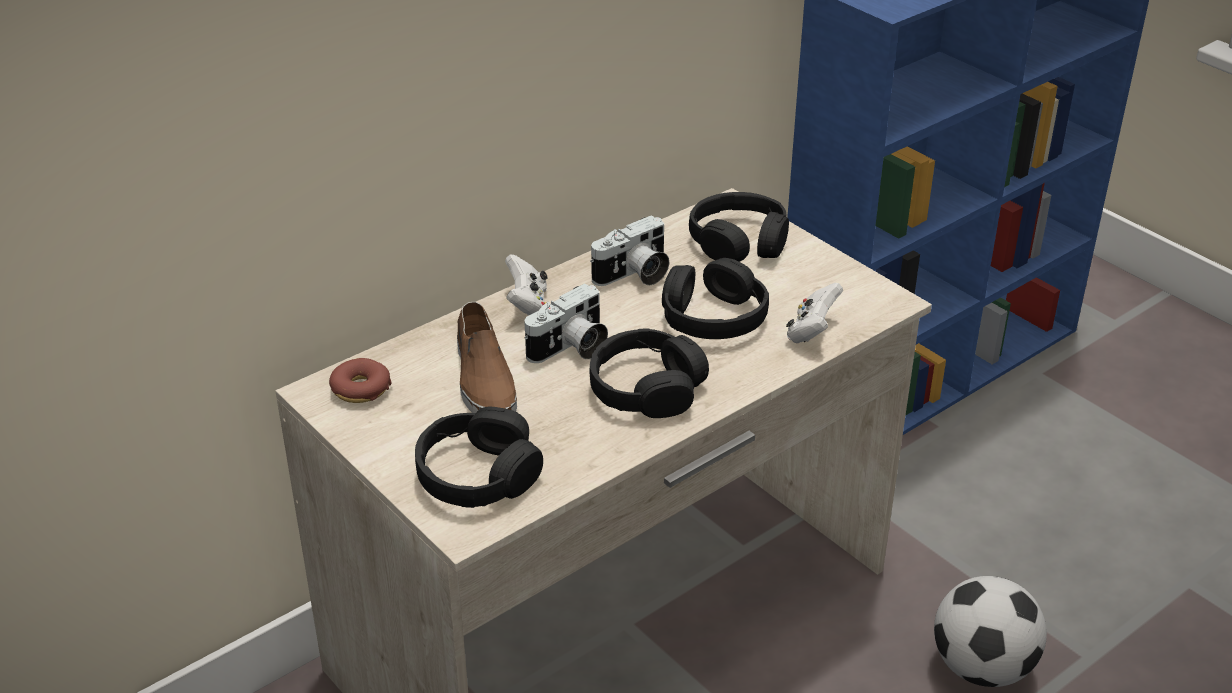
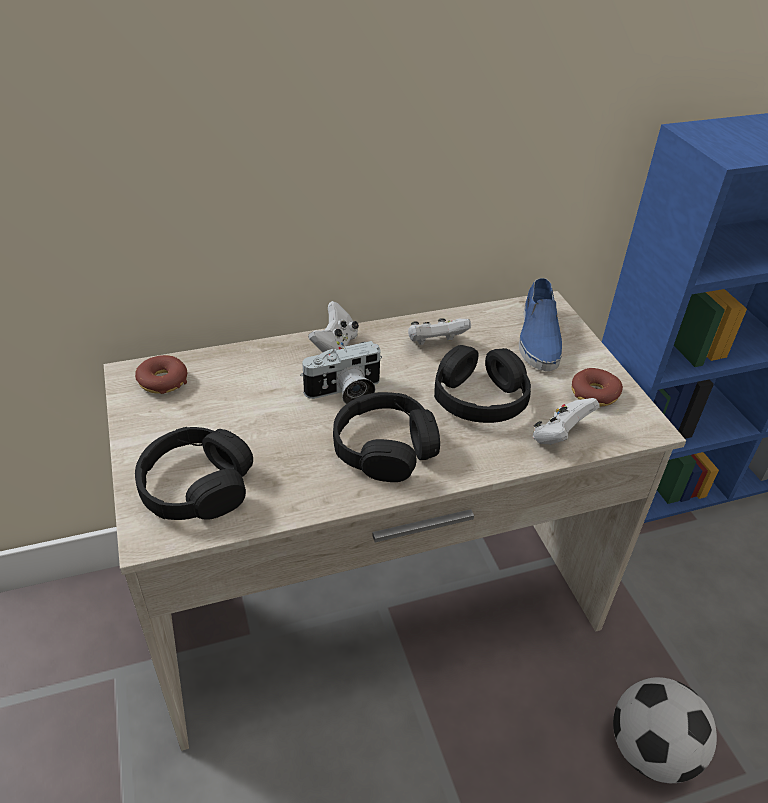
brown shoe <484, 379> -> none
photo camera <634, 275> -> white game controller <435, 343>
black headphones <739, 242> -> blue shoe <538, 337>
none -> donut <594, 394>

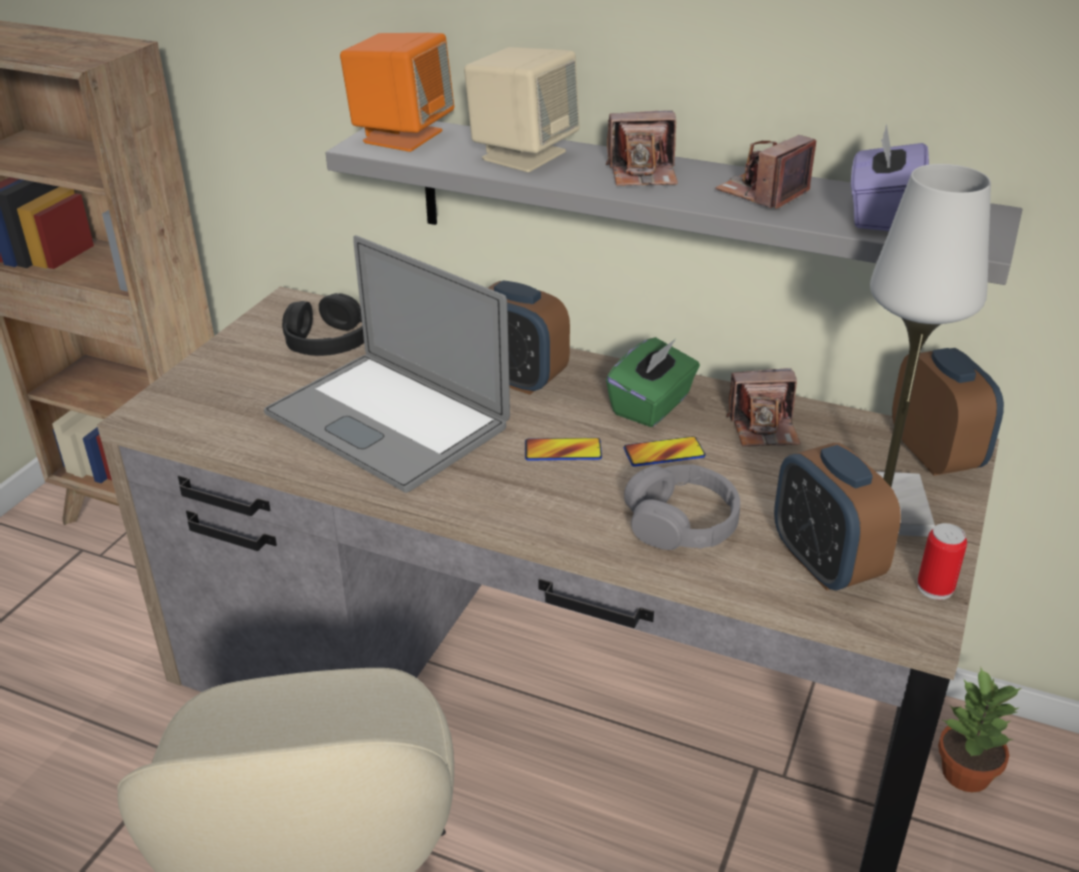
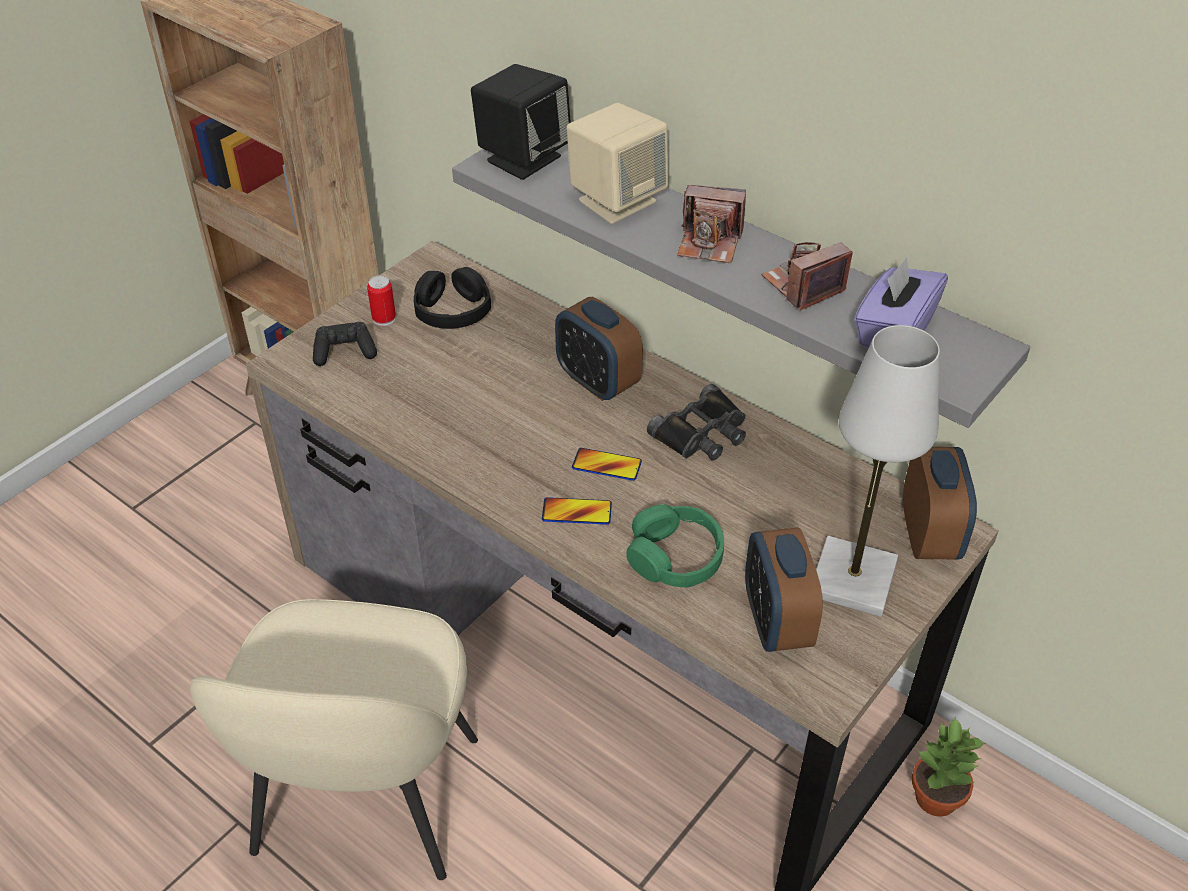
laptop <387, 420> -> none
orange speaker <402, 136> -> black speaker <523, 158>
green tissue box <652, 405> -> black binoculars <702, 433>
phone <664, 453> -> phone <576, 512>, shifted
grey headphones <681, 522> -> green headphones <675, 557>
photo camera <764, 428> -> none
can <935, 588> -> can <384, 319>, shifted
none -> black game controller <344, 352>

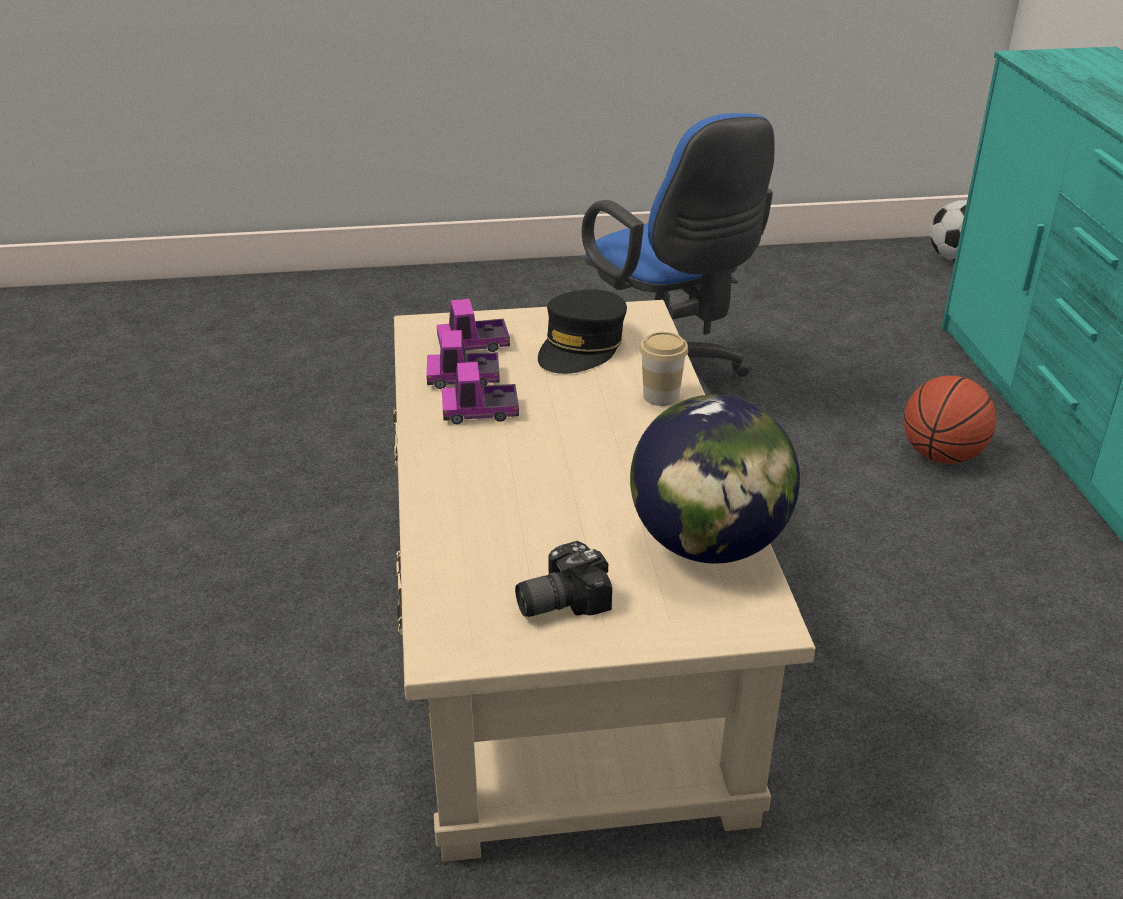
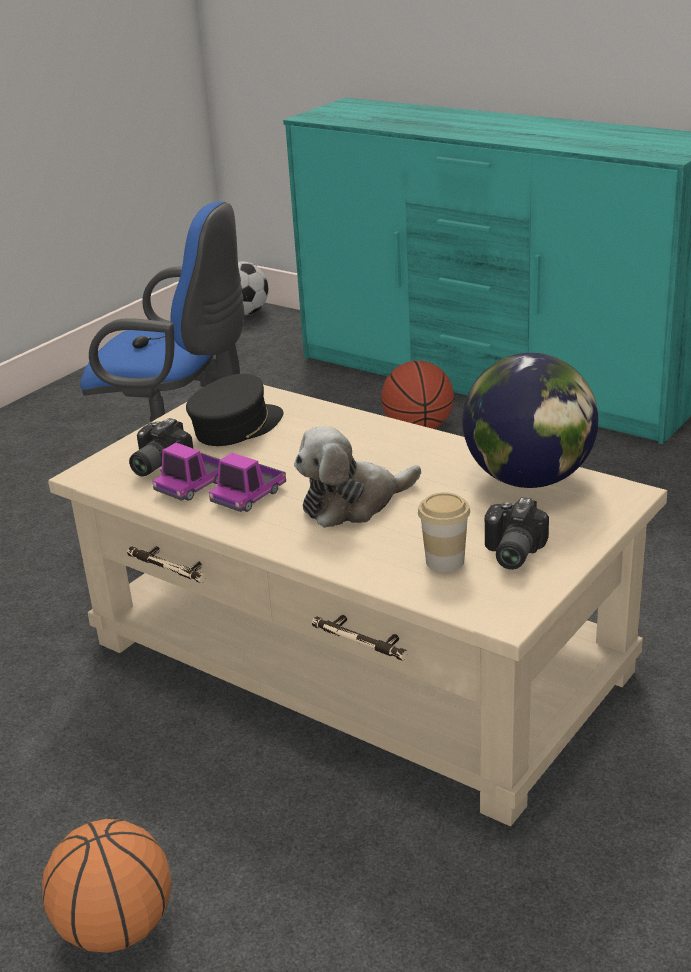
toy truck <473, 345> -> photo camera <155, 464>
black cap <581, 347> -> black cap <236, 427>, 120 degrees counterclockwise
cup <661, 396> -> cup <445, 561>, shifted
none -> basketball <116, 929>
none -> plush toy <353, 503>

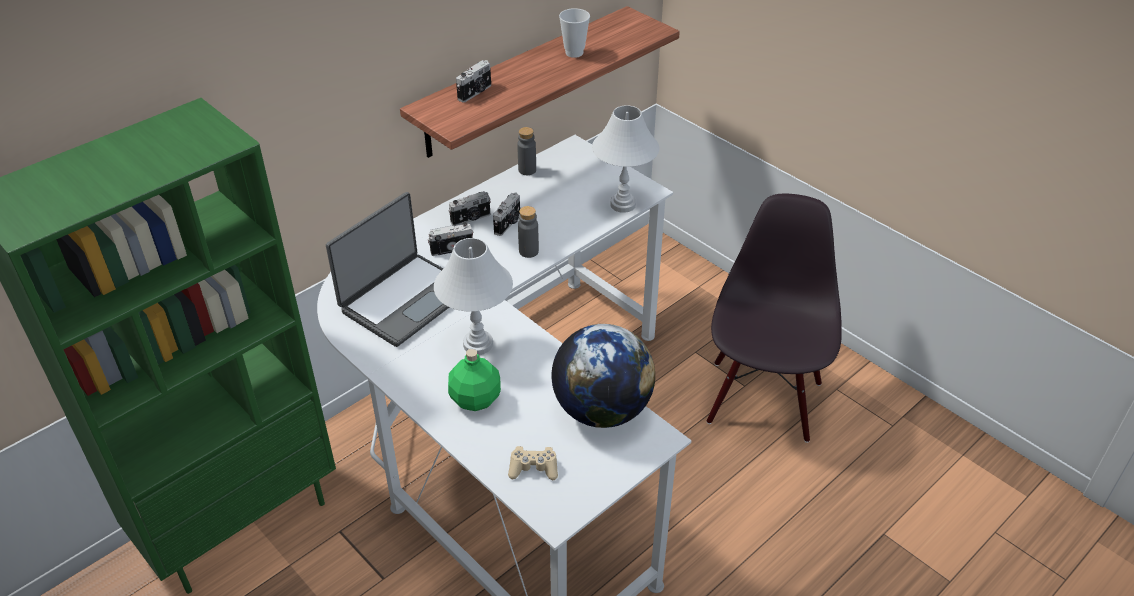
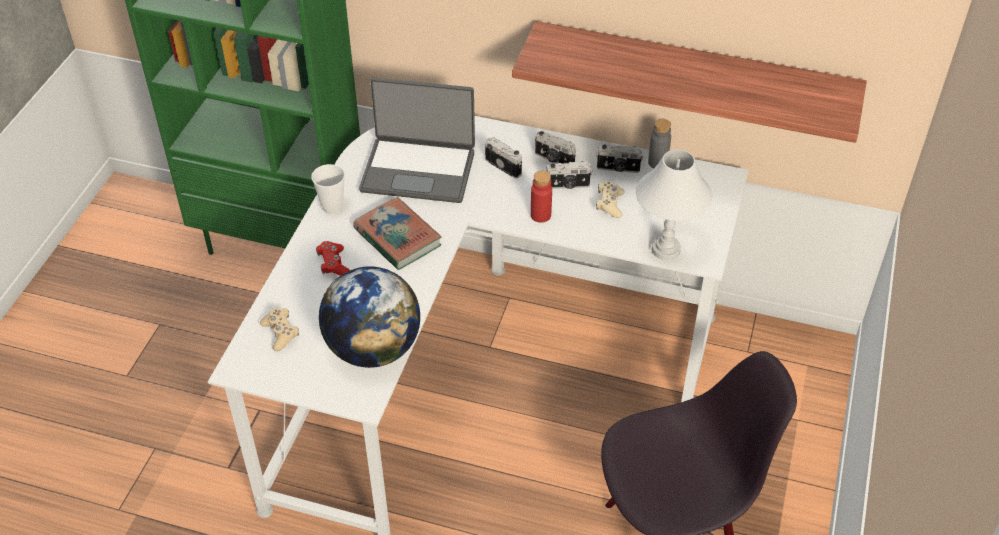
white table lamp <478, 344> -> book <397, 237>
green bottle <474, 399> -> red game controller <333, 264>
photo camera <476, 93> -> photo camera <618, 169>, shifted
grey bottle <528, 251> -> red bottle <540, 215>
cup <574, 53> -> cup <332, 207>, shifted
none -> beige game controller <609, 204>

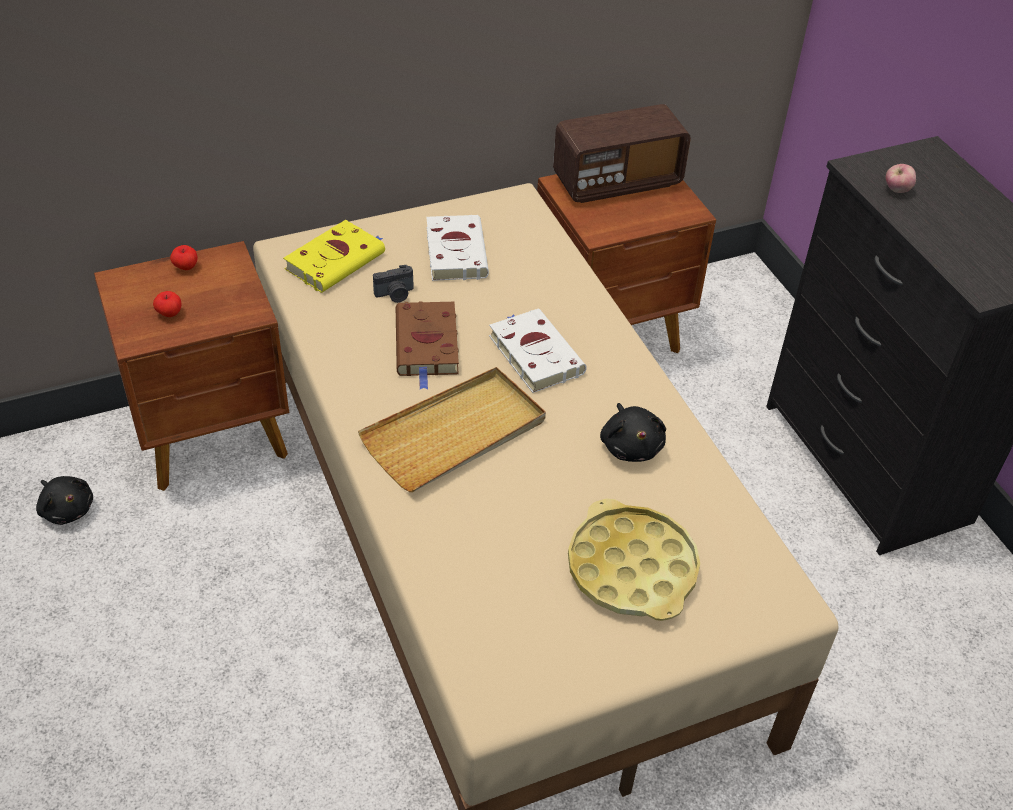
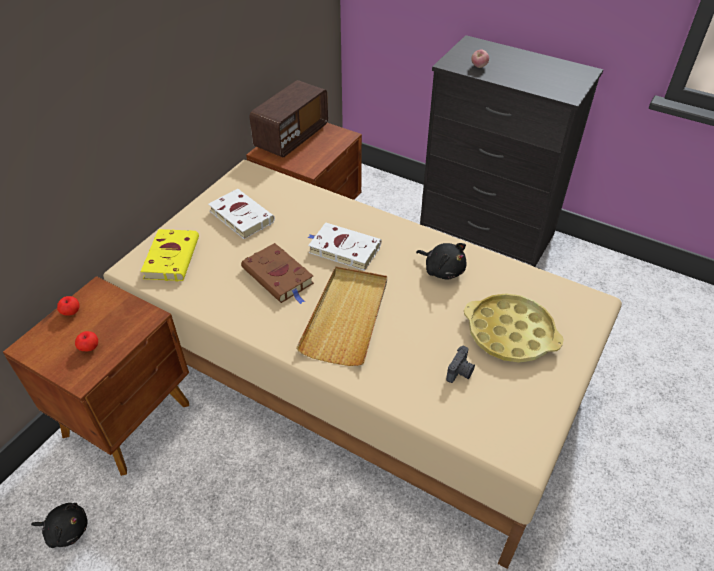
photo camera <395, 294> -> photo camera <460, 372>, shifted

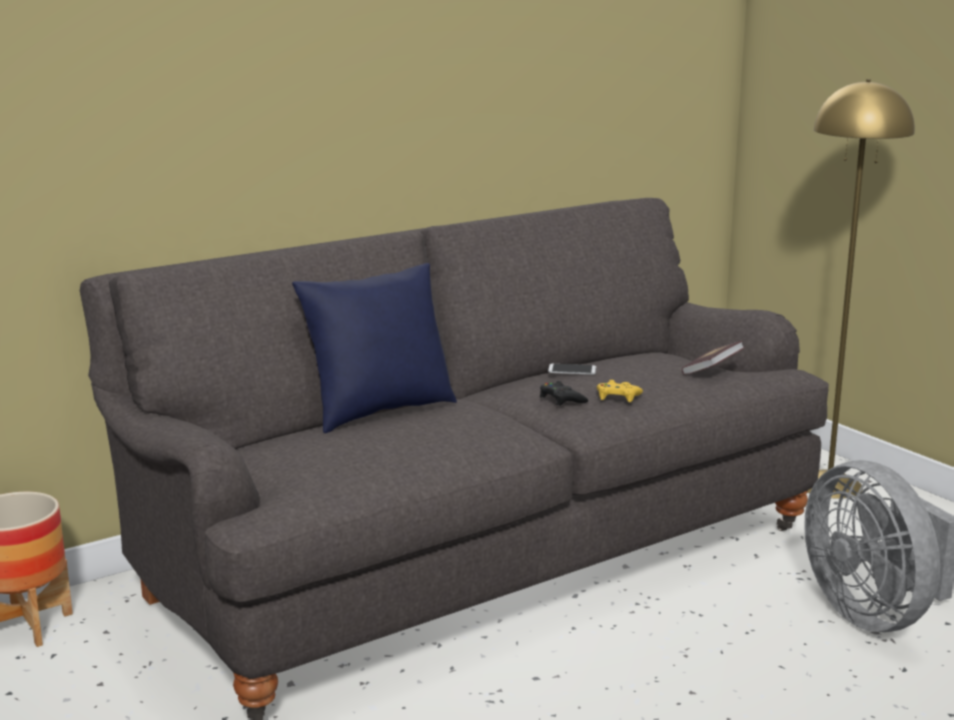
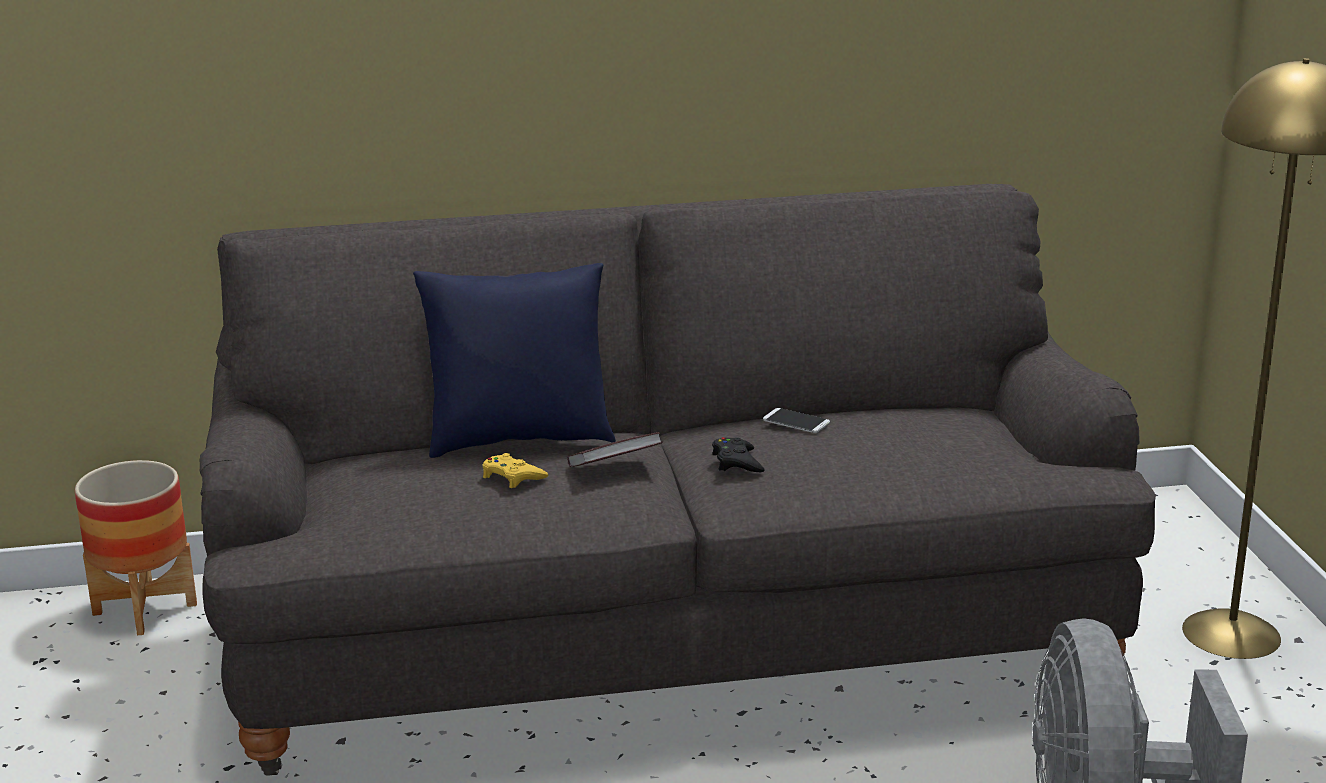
yellow game controller <618, 397> -> yellow game controller <512, 477>, shifted
book <712, 371> -> book <615, 467>, shifted

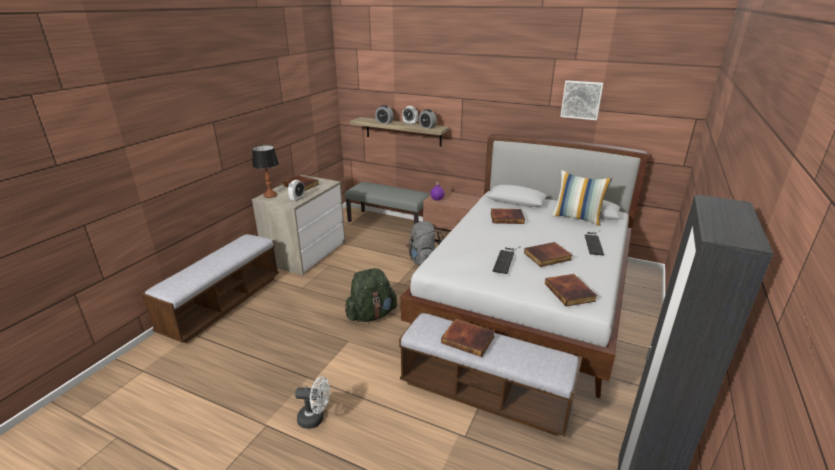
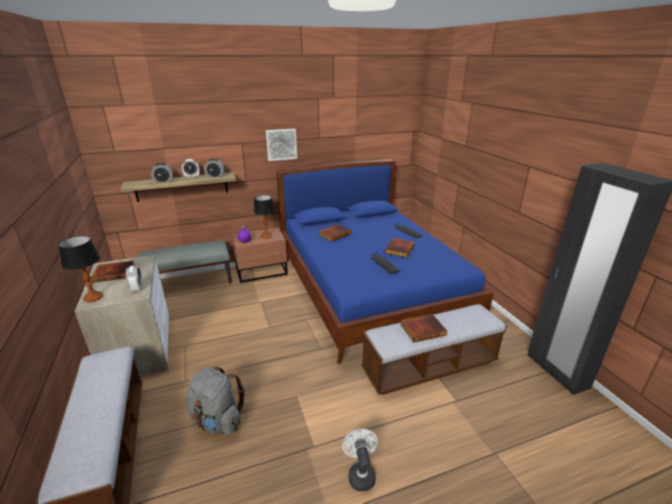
white fan <315, 418> -> white fan <360, 473>, 60 degrees counterclockwise
green backpack <371, 315> -> none
white bed <527, 298> -> blue bed <369, 290>
grey backpack <423, 261> -> grey backpack <217, 421>, shifted
book <570, 292> -> none
pillow <577, 218> -> none
picture <581, 99> -> picture <281, 144>, shifted
none -> table lamp <266, 236>

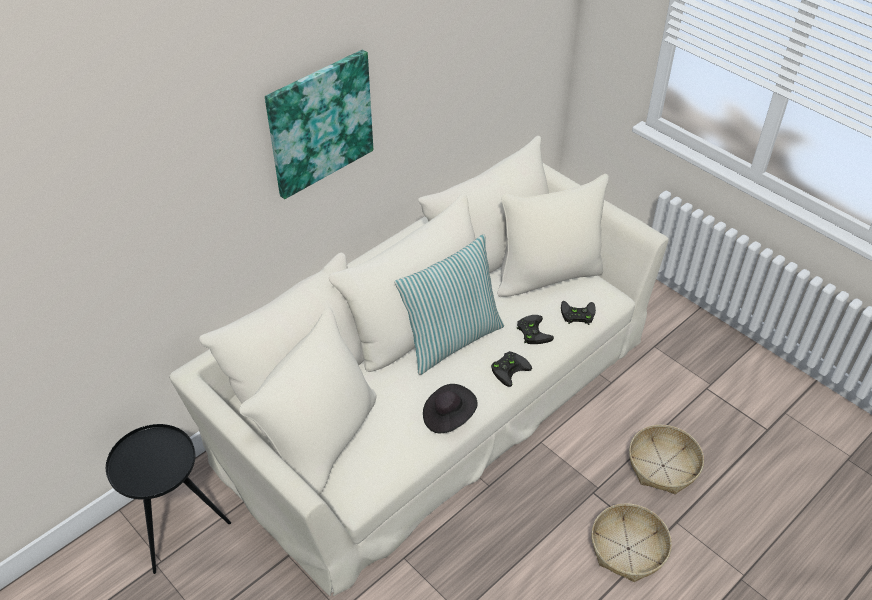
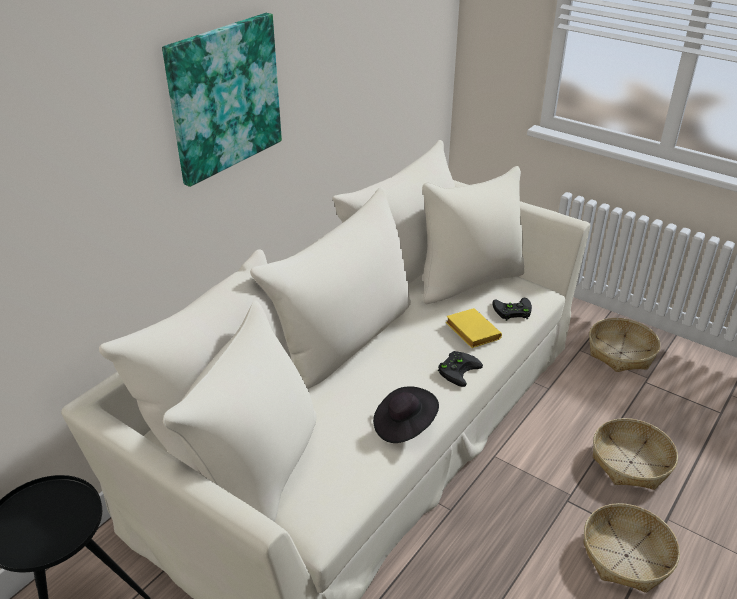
pillow <451, 339> -> none
black game controller <532, 331> -> yellow book <470, 331>
none -> basket <621, 353>

